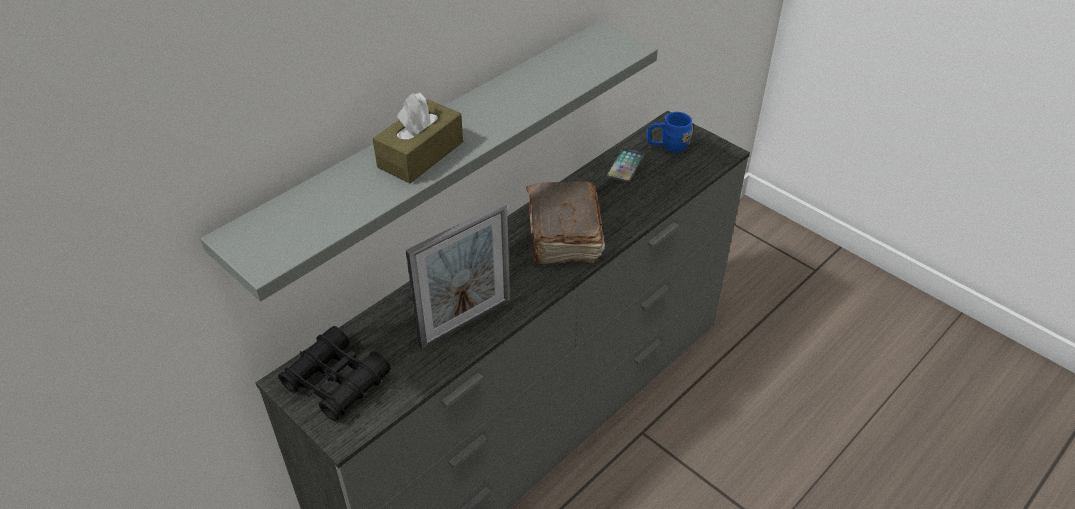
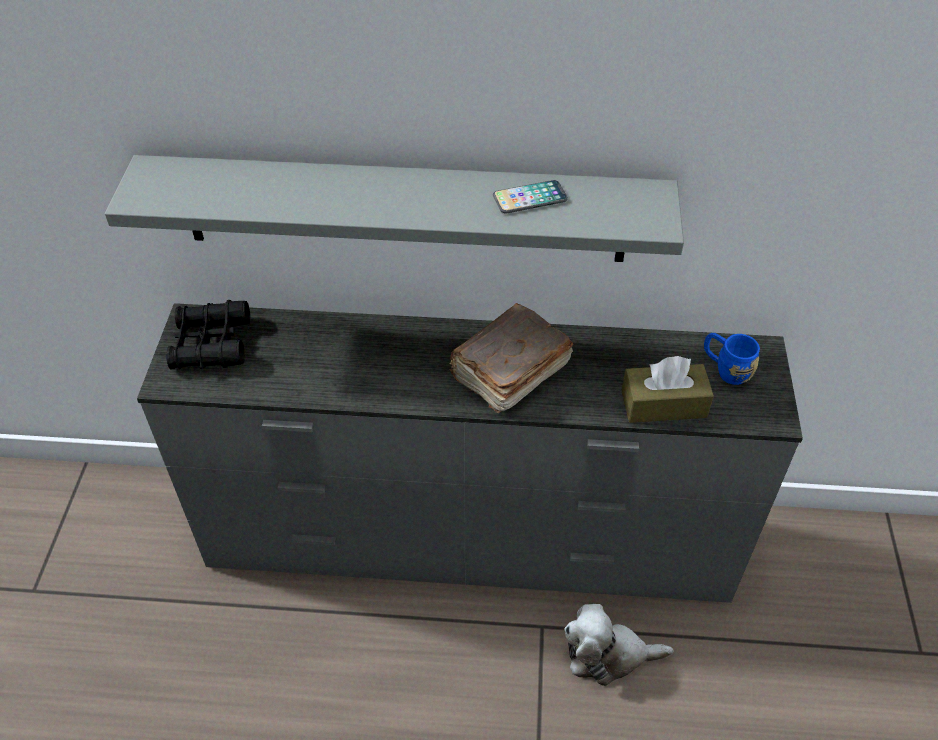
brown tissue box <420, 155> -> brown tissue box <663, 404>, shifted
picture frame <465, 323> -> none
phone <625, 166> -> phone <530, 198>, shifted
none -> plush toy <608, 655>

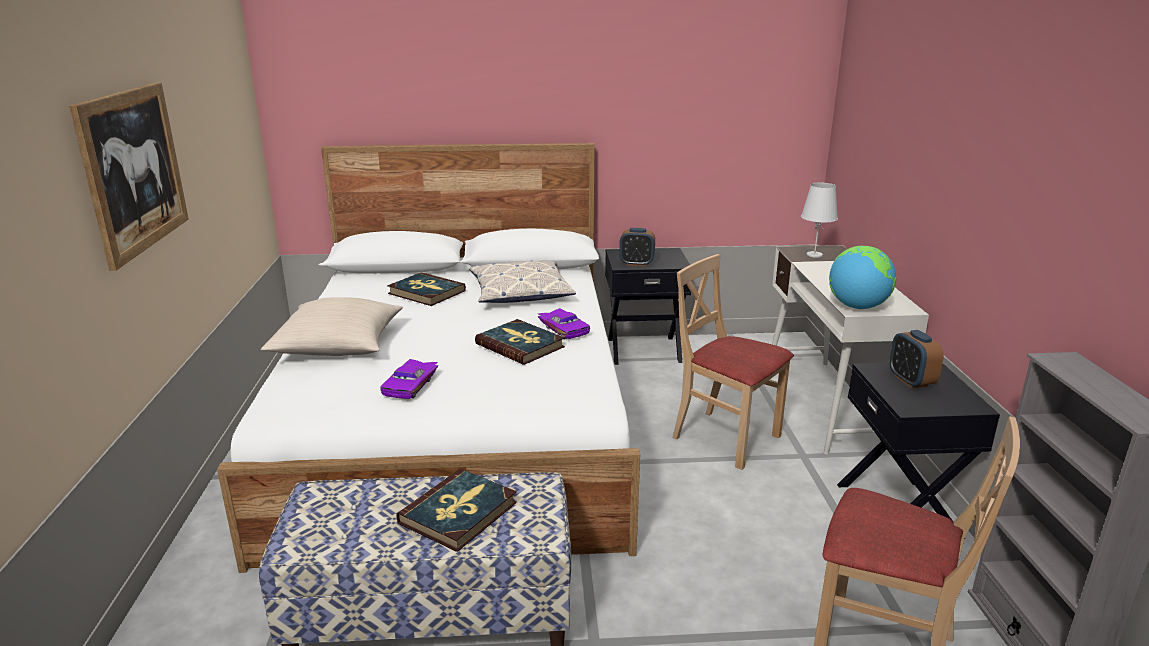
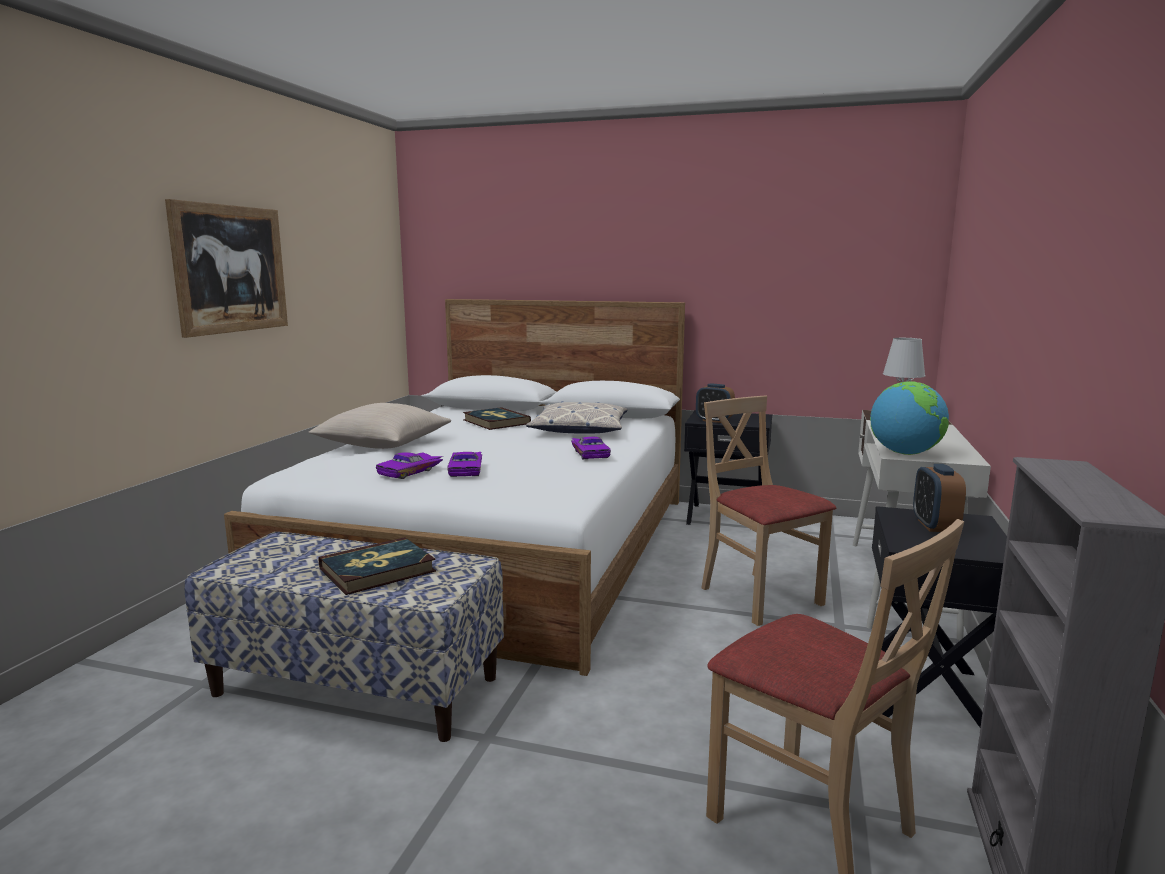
book <520, 345> -> none
none -> purple toy car <467, 470>

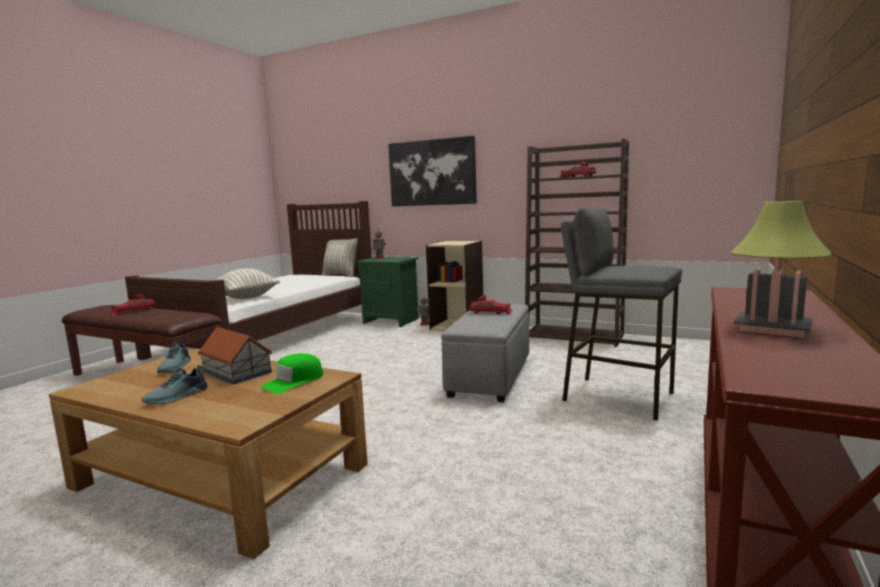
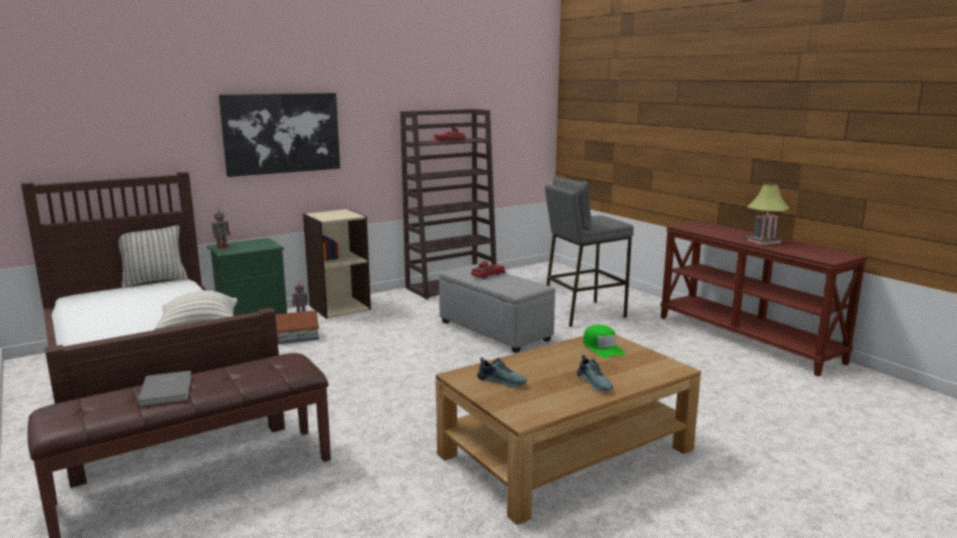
red toy car <133, 311> -> grey book <168, 390>
toy house <236, 371> -> toy house <297, 337>, shifted

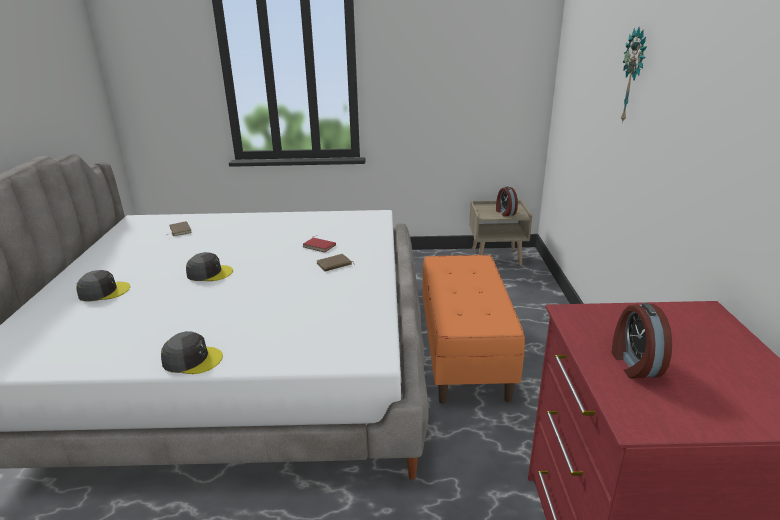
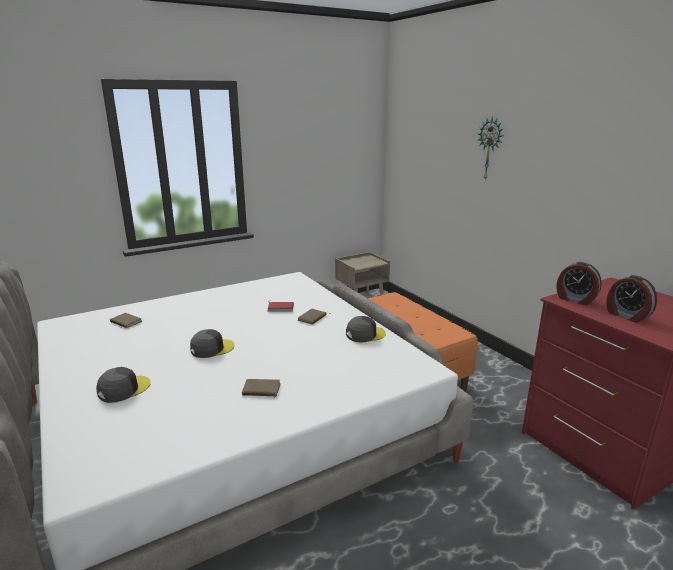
grey cap <192, 359> -> grey cap <365, 334>, shifted
alarm clock <505, 212> -> alarm clock <575, 299>, shifted
none -> brown book <261, 390>

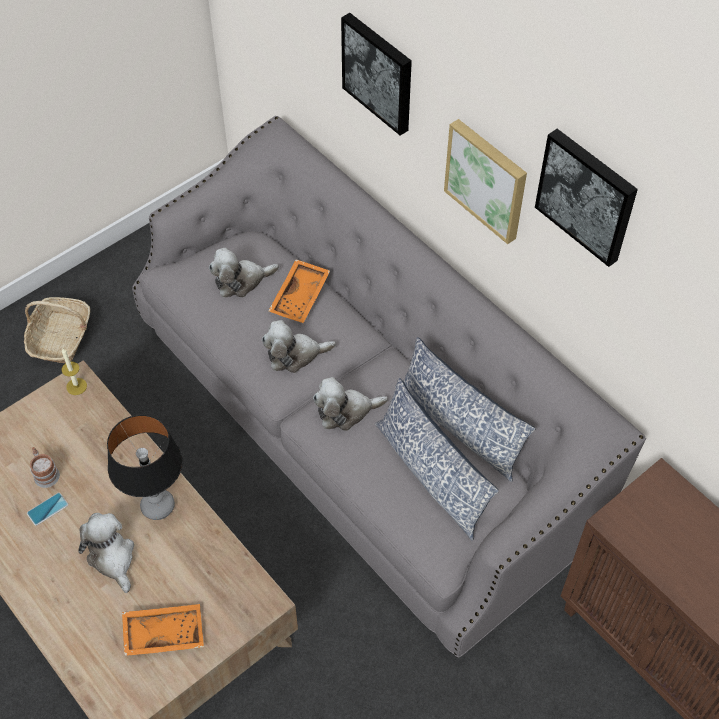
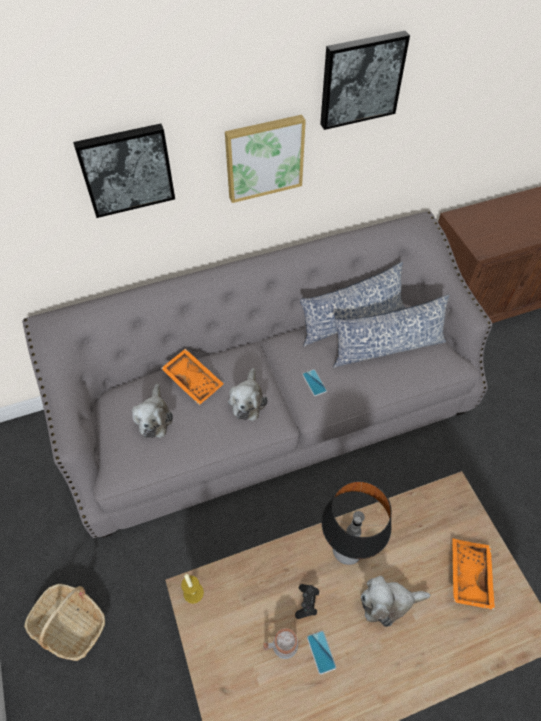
plush toy <346, 411> -> phone <314, 383>
none -> black game controller <307, 603>

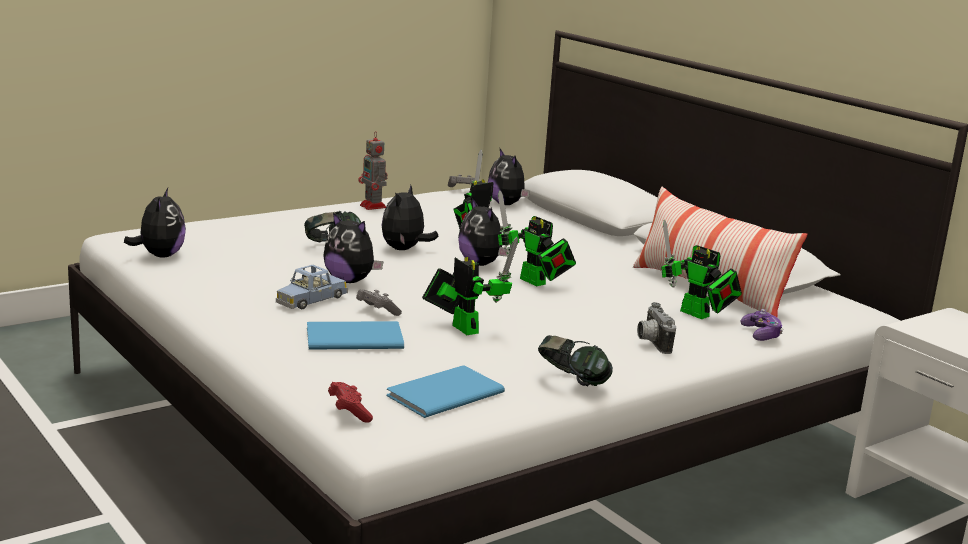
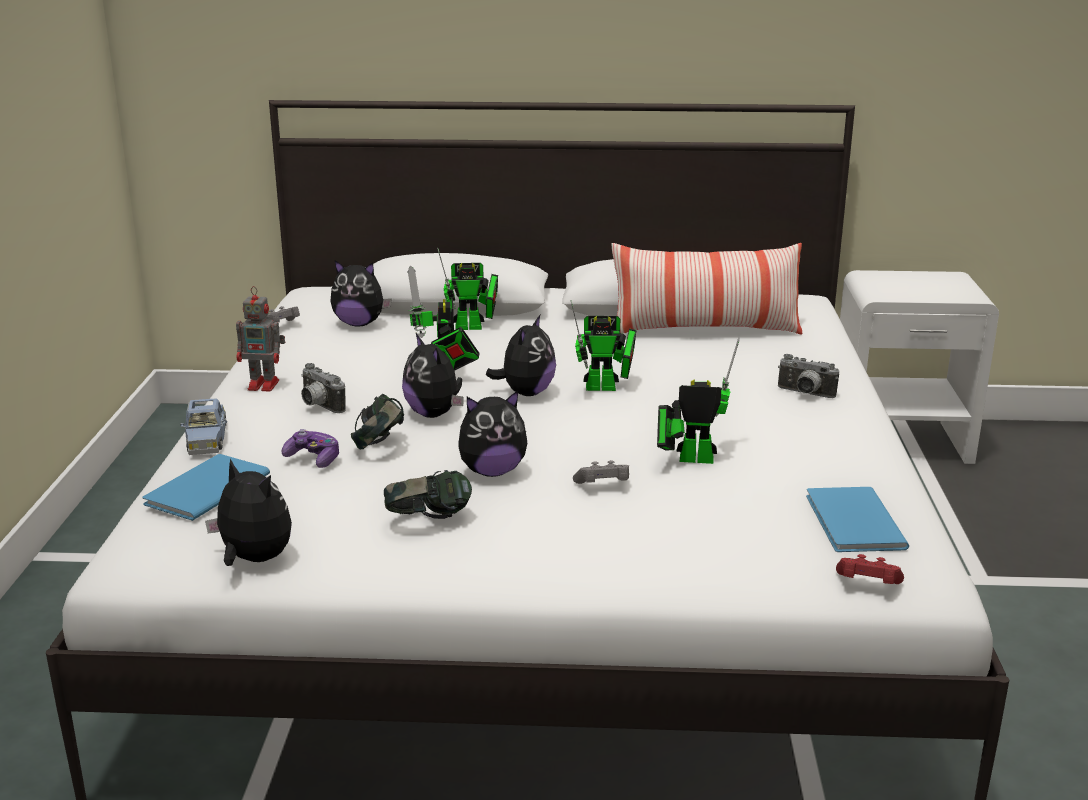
blue toy car <311, 300> -> blue toy car <206, 439>, shifted
blue book <351, 337> -> blue book <203, 490>, shifted
plush toy <481, 264> -> plush toy <526, 393>, 75 degrees counterclockwise
headphones <572, 382> -> headphones <429, 521>, shifted
toy robot <698, 315> -> toy robot <473, 327>, shifted
game controller <761, 334> -> game controller <313, 458>, shifted
none -> photo camera <318, 406>

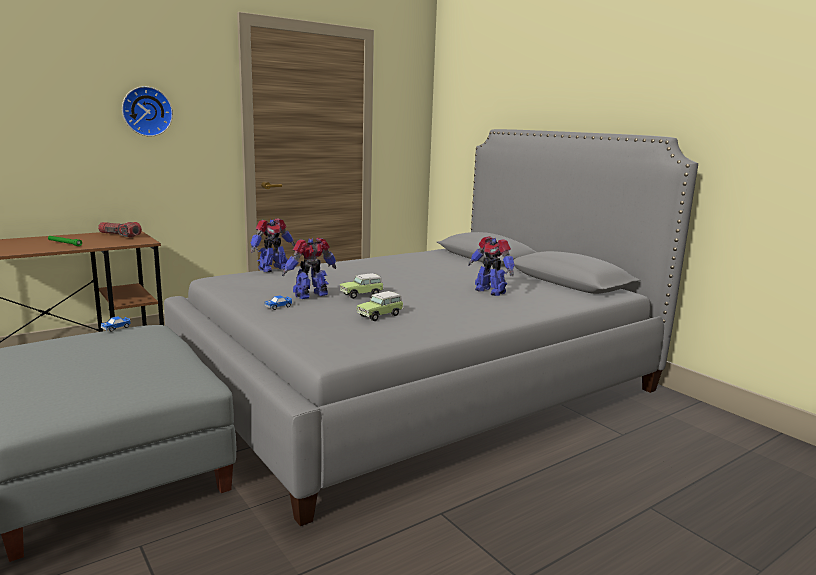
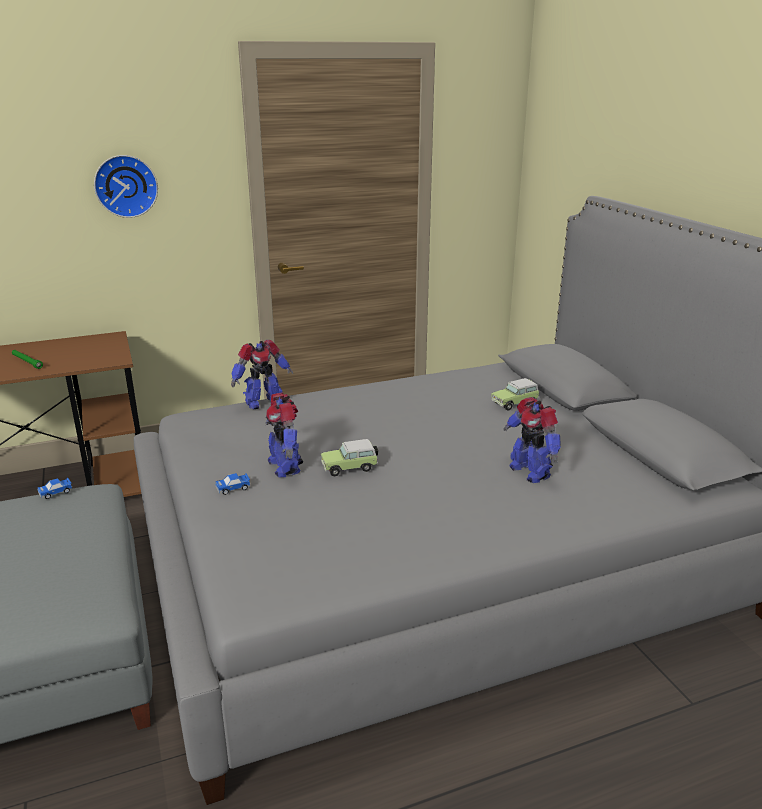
flashlight <119, 235> -> none
toy robot <312, 296> -> toy robot <285, 466>, 90 degrees counterclockwise
toy car <381, 315> -> toy car <515, 403>, shifted

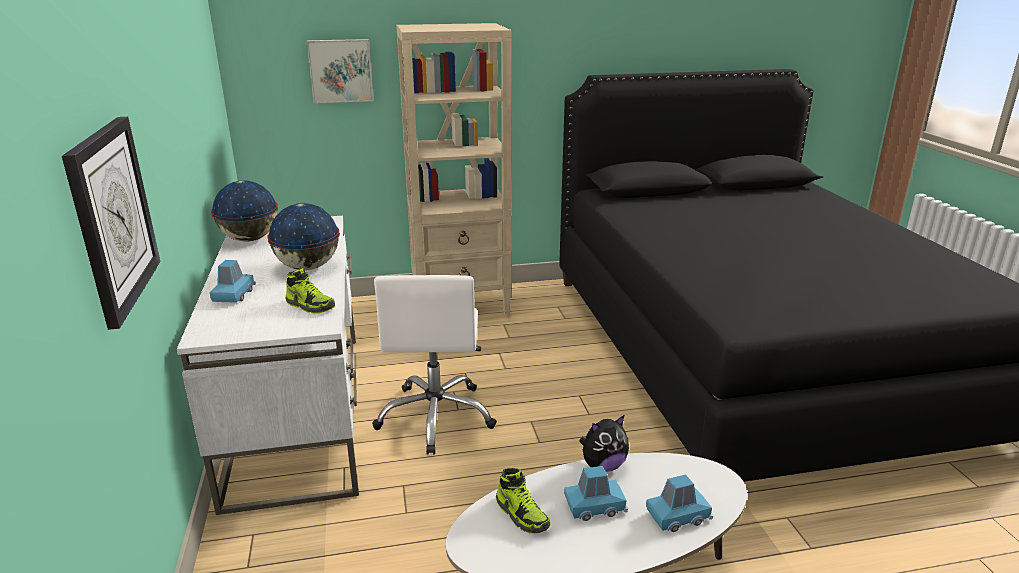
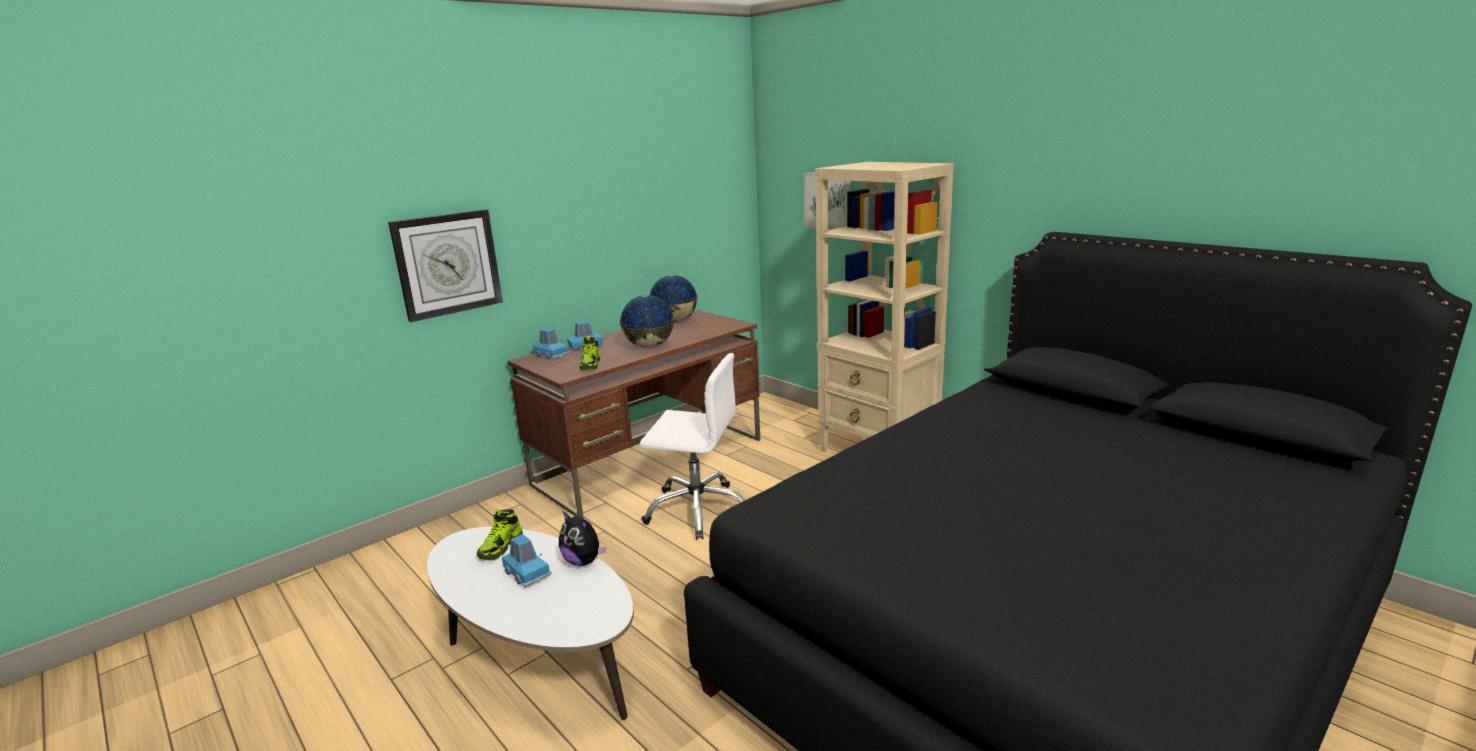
white desk <298, 412> -> brown desk <651, 461>
white office chair <436, 416> -> white office chair <698, 509>, 135 degrees counterclockwise
blue toy car <678, 516> -> blue toy car <551, 355>, shifted

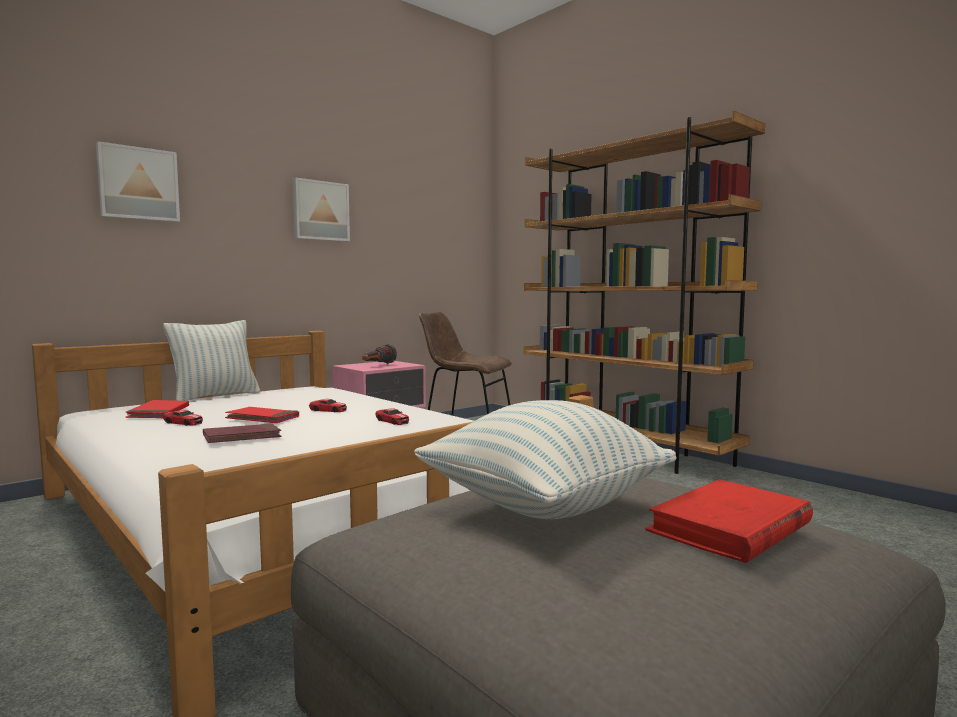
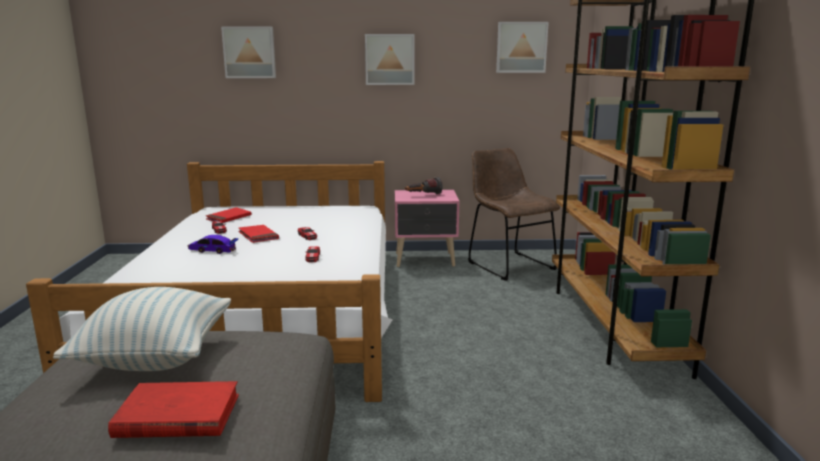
pillow <215, 396> -> none
red book <242, 437> -> toy car <213, 250>
none -> picture <521, 47>

